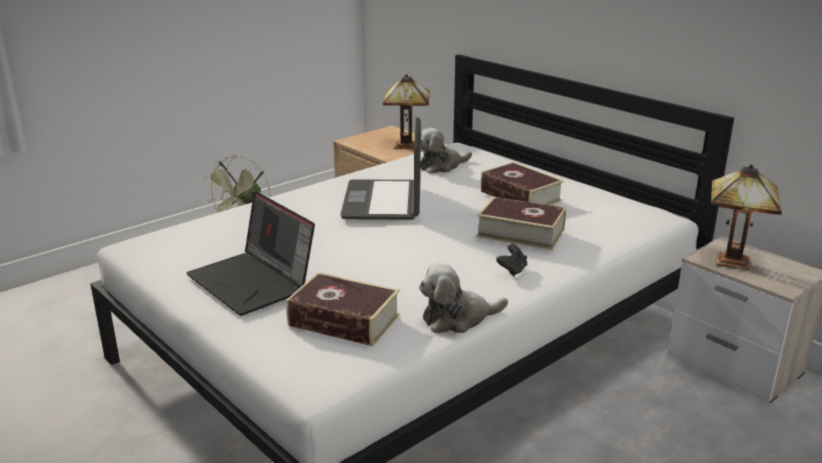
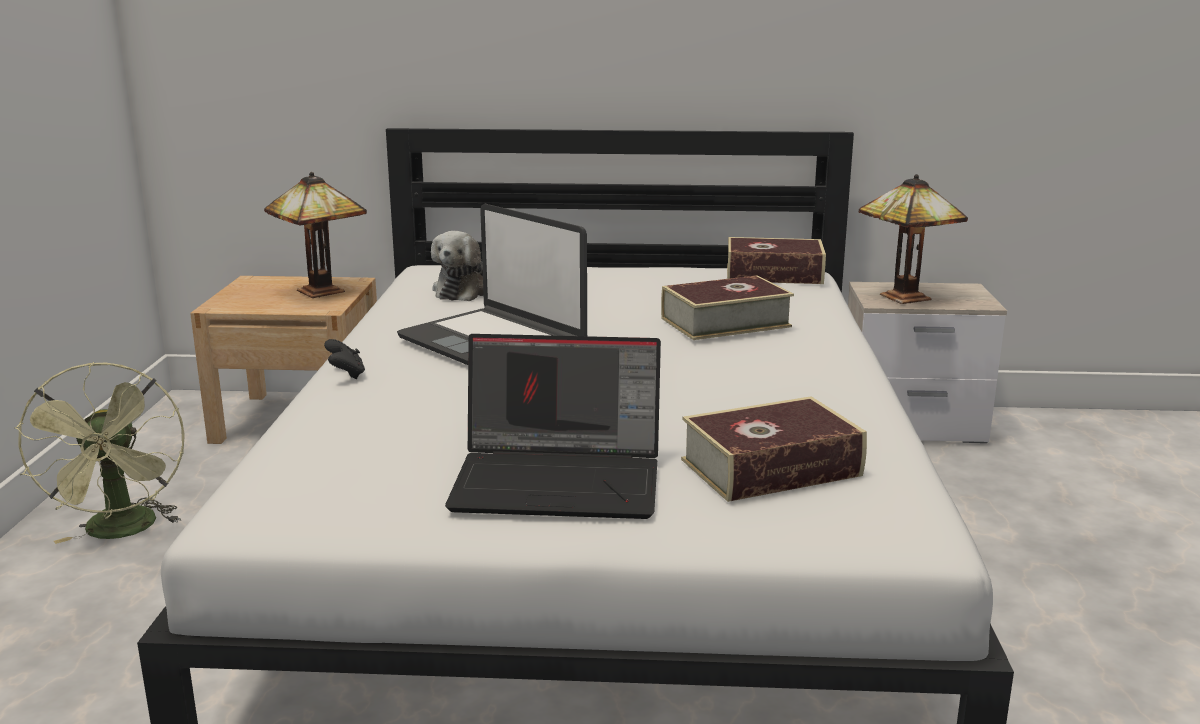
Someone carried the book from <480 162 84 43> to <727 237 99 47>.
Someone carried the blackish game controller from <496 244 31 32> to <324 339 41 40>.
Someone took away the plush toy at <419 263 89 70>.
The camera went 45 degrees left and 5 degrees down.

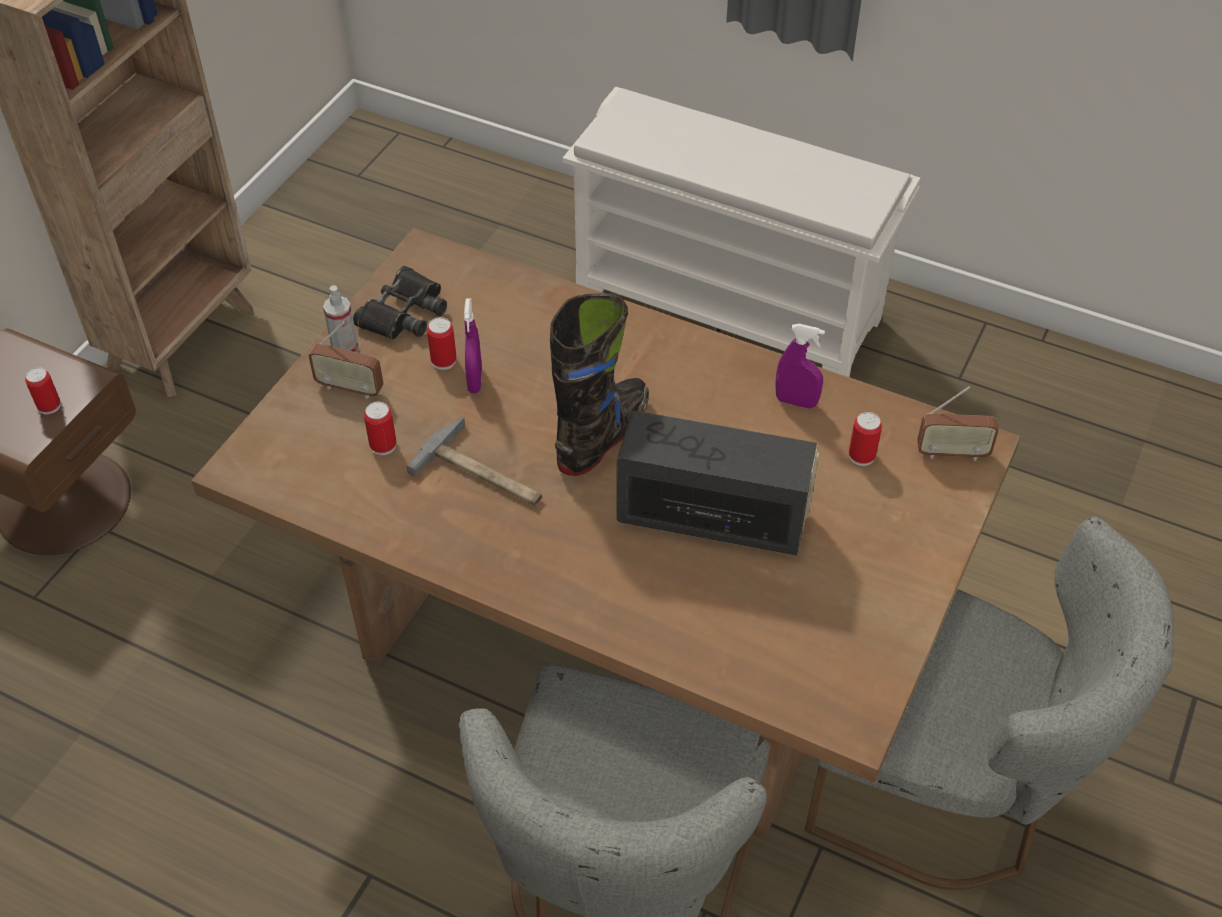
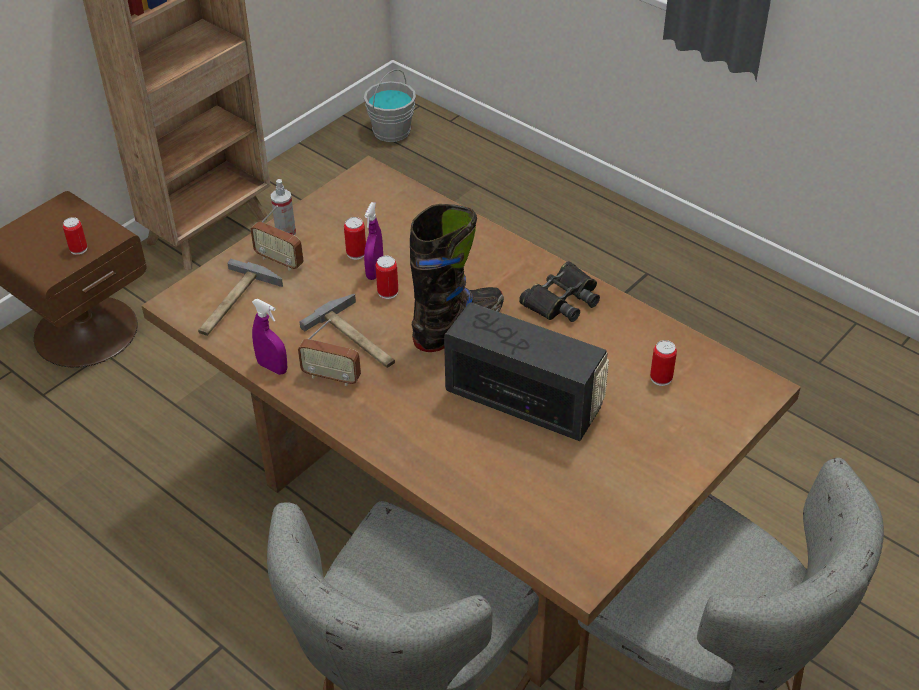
Someone took away the white shoe shelf at <563 87 357 290>.
Someone carried the blackish pair of binoculars from <353 266 94 73> to <519 261 81 61>.
Someone carried the purple spray bottle from <775 324 50 85> to <252 299 35 76>.
Someone carried the radio set from <917 386 82 75> to <298 319 63 67>.
Someone carried the can from <364 402 32 53> to <376 256 22 43>.
Someone put down the greyish pail at <364 69 52 73>.
Someone put down the hammer at <198 259 85 77>.
The camera went 15 degrees right and 5 degrees down.

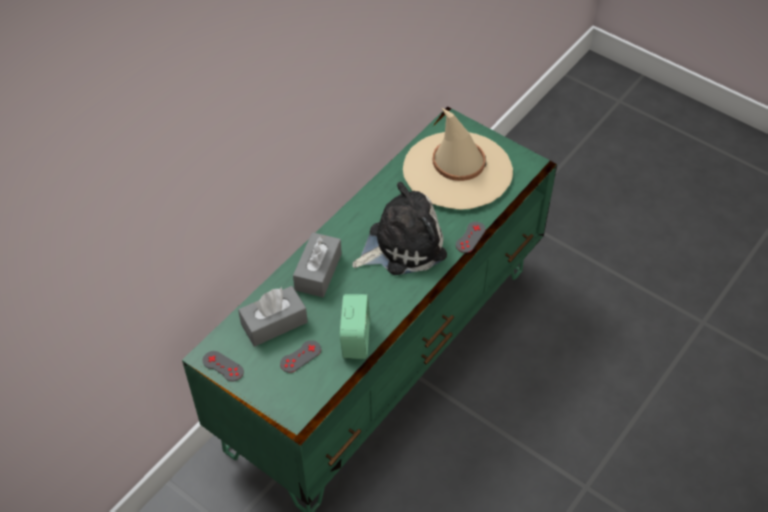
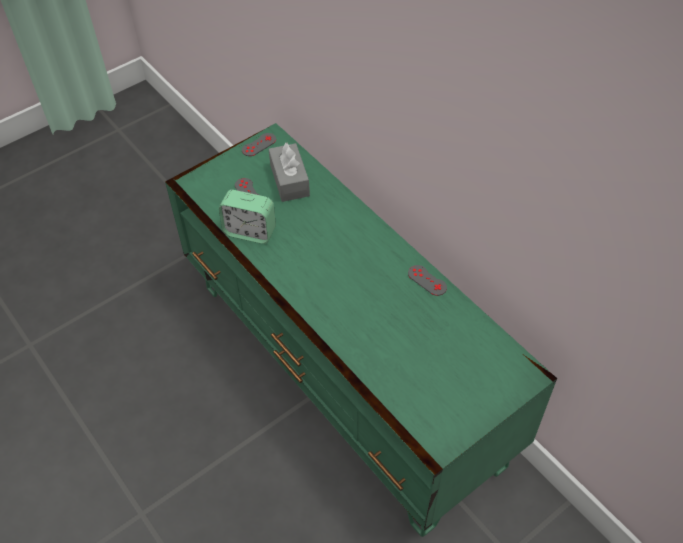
Someone took away the sand-coloured clothing hat at <403 107 110 103>.
Someone took away the plush toy at <352 182 95 93>.
Someone carried the greyish game controller from <456 222 30 31> to <408 265 39 31>.
Someone took away the greyish tissue box at <293 232 49 65>.
The camera went 105 degrees right and 0 degrees up.

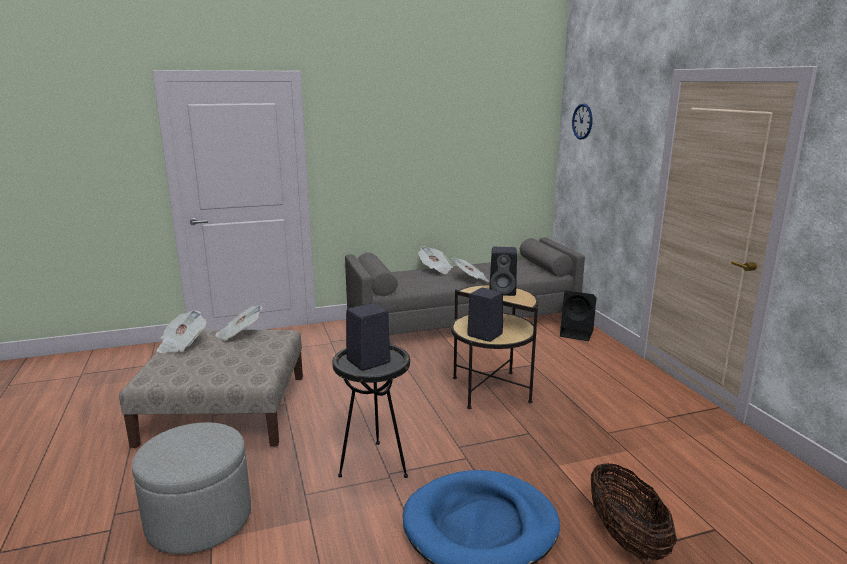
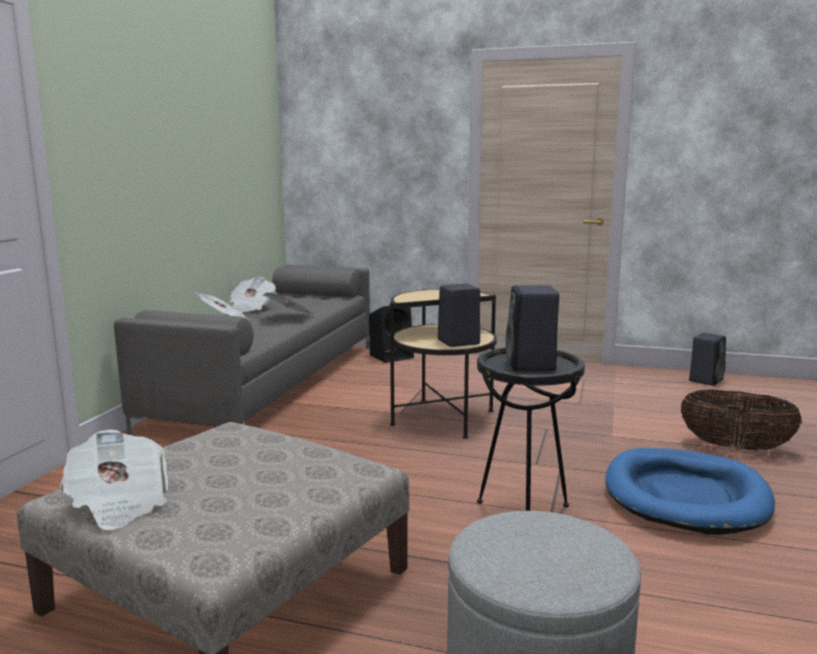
Someone took away the hanging clock at <572 103 21 37>.
Someone carried the blackish audio speaker from <489 247 28 49> to <689 333 37 53>.
Someone carried the daily paper from <215 306 48 35> to <229 277 47 35>.
The camera went 55 degrees left and 5 degrees down.

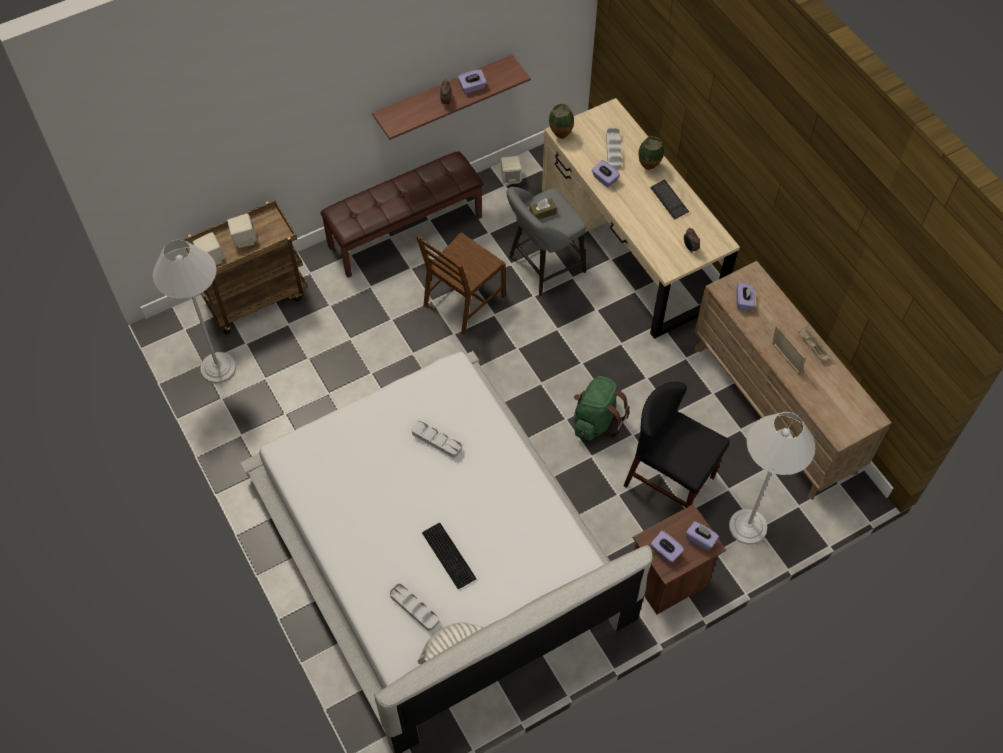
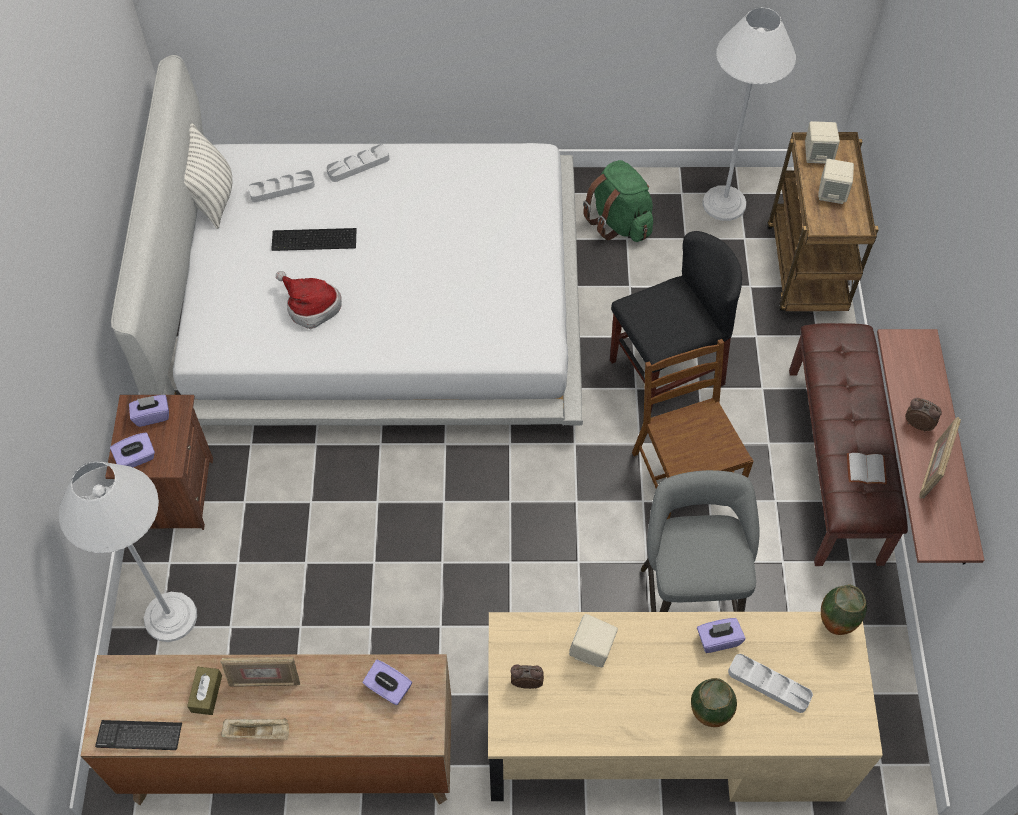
Someone swapped the purple tissue box at <458 70 29 24> for the picture frame at <919 417 42 82>.
Someone carried the sand-coloured audio speaker from <501 156 21 29> to <569 614 49 53>.
Someone carried the computer keyboard from <650 180 39 40> to <95 720 87 30>.
Someone carried the brown-coloured tissue box from <529 198 28 22> to <187 667 35 48>.
Someone carried the green-coloured knapsack from <574 376 56 65> to <583 160 70 82>.
Someone carried the blackish chair from <624 382 106 126> to <610 231 132 180>.
Someone carried the greyish serving tray from <412 421 50 37> to <326 144 63 38>.
Someone put down the clothing hat at <276 271 66 59>.
Someone put down the white book at <847 453 40 32>.
The camera went 120 degrees right and 0 degrees up.

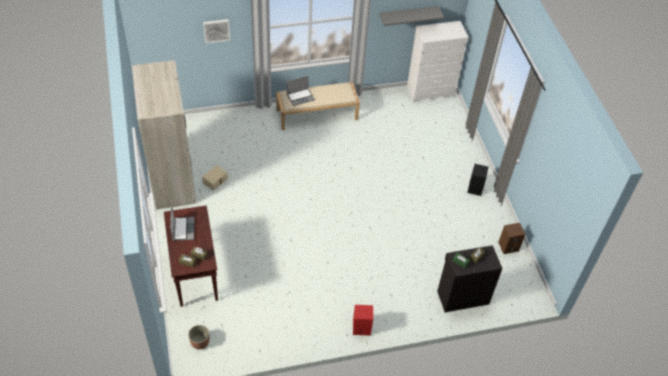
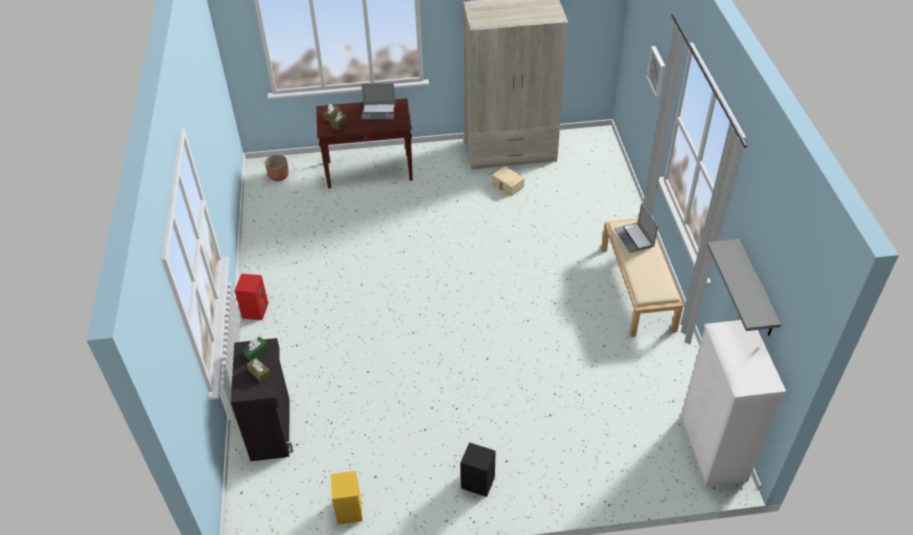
Someone repainted the brown-coloured audio speaker at <498 223 27 31>, which became the yellowish audio speaker at <331 471 32 54>.
The camera went 100 degrees right and 5 degrees down.

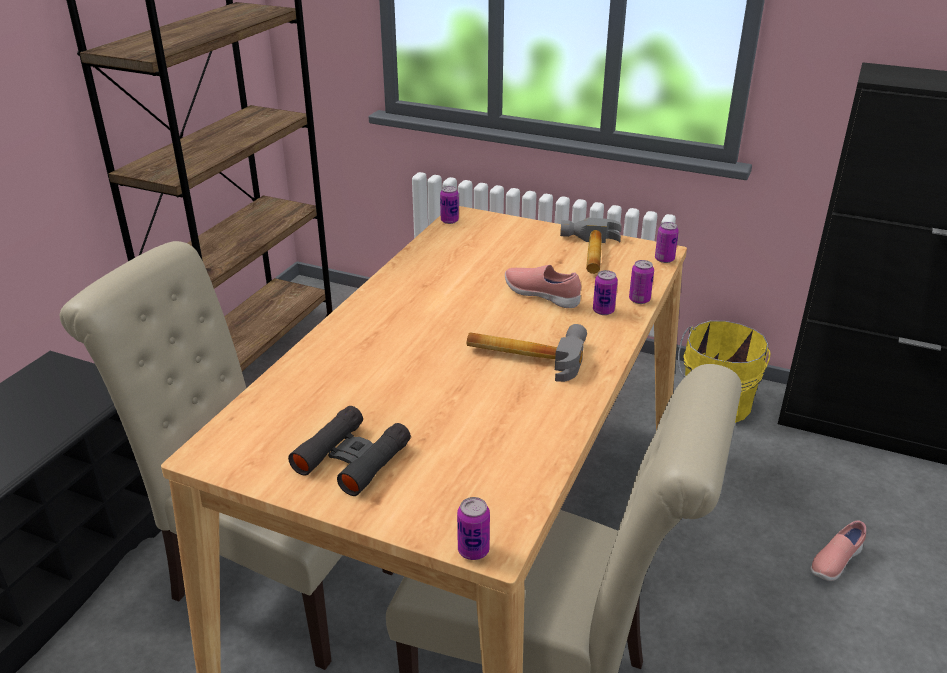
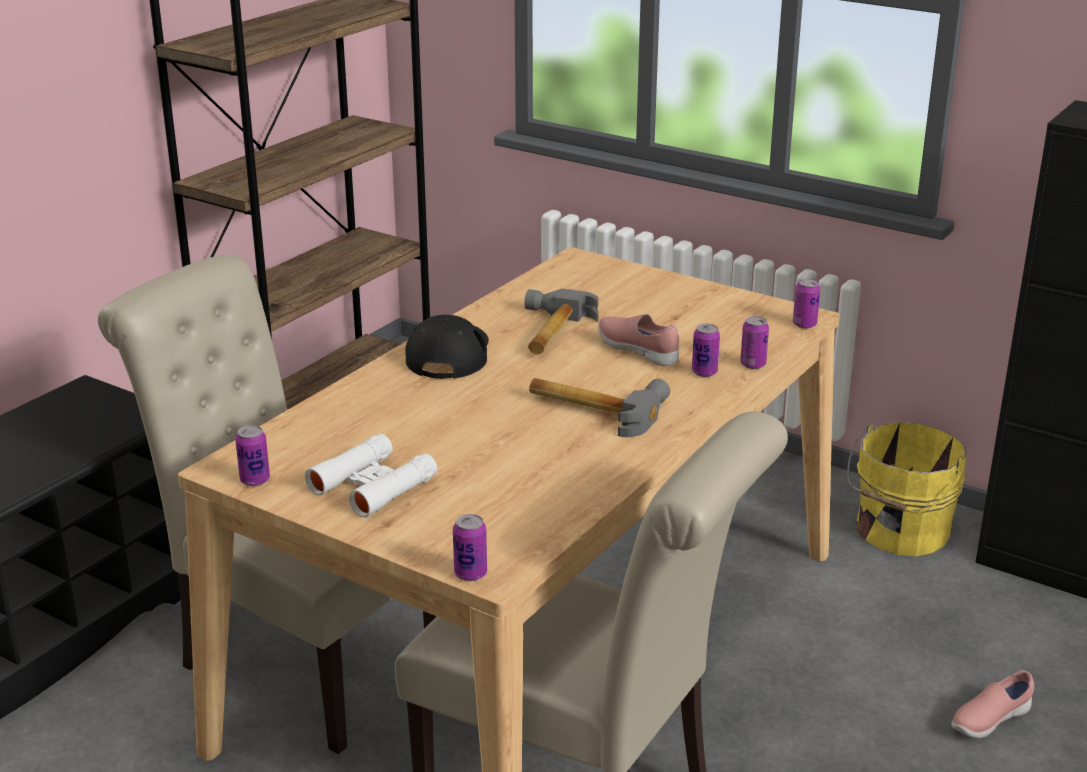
Someone carried the can from <440 186 19 38> to <235 425 35 61>.
Someone carried the hammer from <560 218 62 56> to <524 288 75 67>.
Someone repainted the blackish pair of binoculars at <288 406 123 90>, which became the white pair of binoculars at <305 434 132 83>.
Someone put down the blackish cap at <405 315 84 64>.
The camera went 10 degrees right and 5 degrees down.

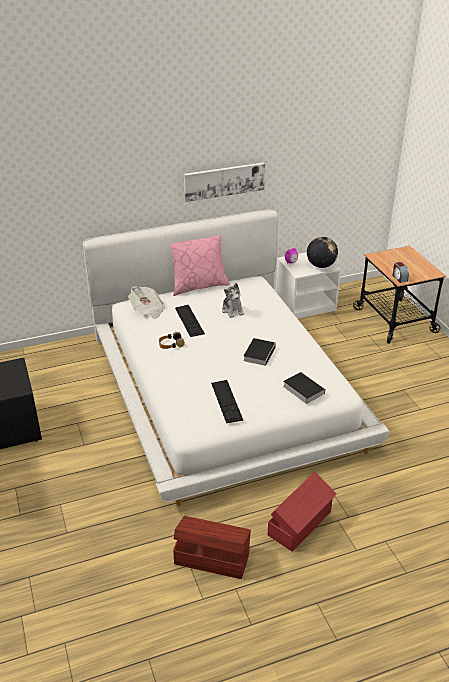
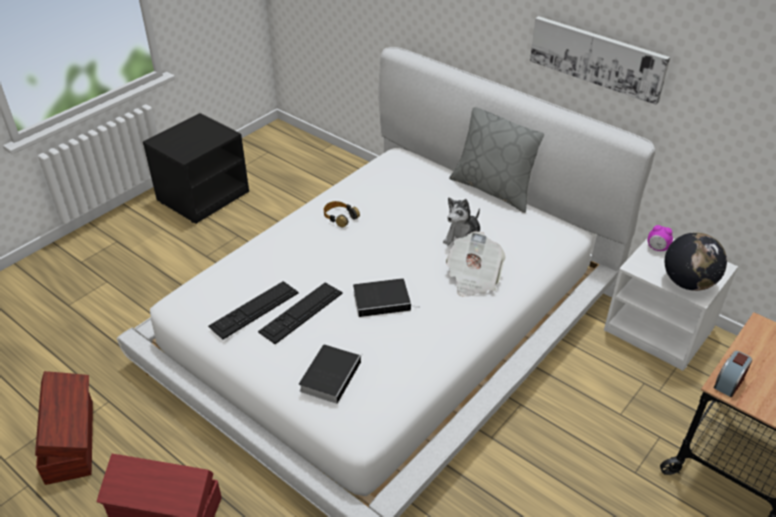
Someone repainted the pinkish cushion at <171 235 59 61>, which became the greyish cushion at <449 107 95 106>.
Someone carried the daily paper from <128 286 37 33> to <446 231 60 66>.
Someone carried the computer keyboard from <175 305 30 32> to <258 283 85 61>.
The camera went 60 degrees right and 5 degrees up.

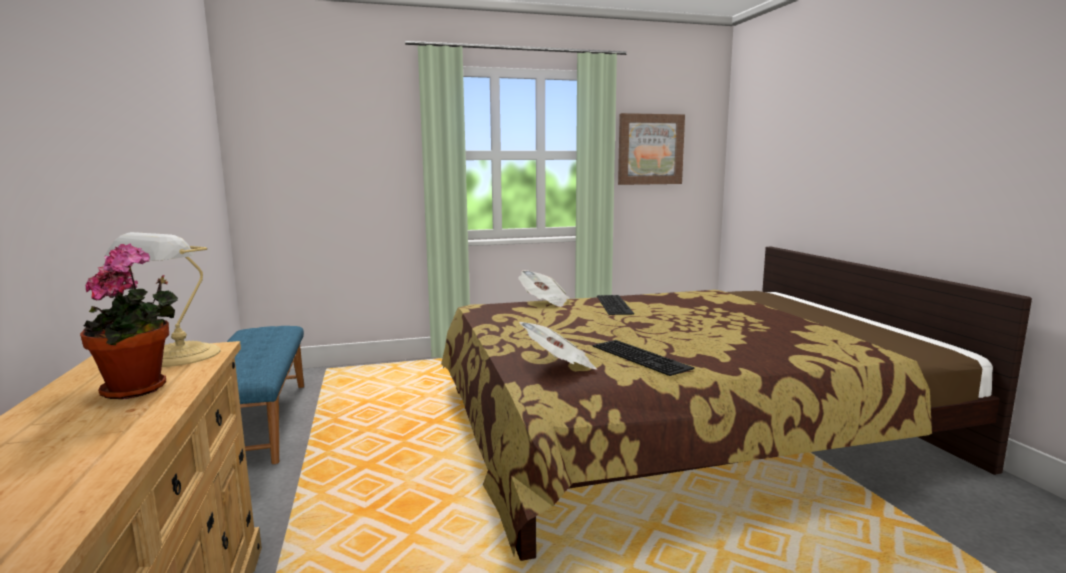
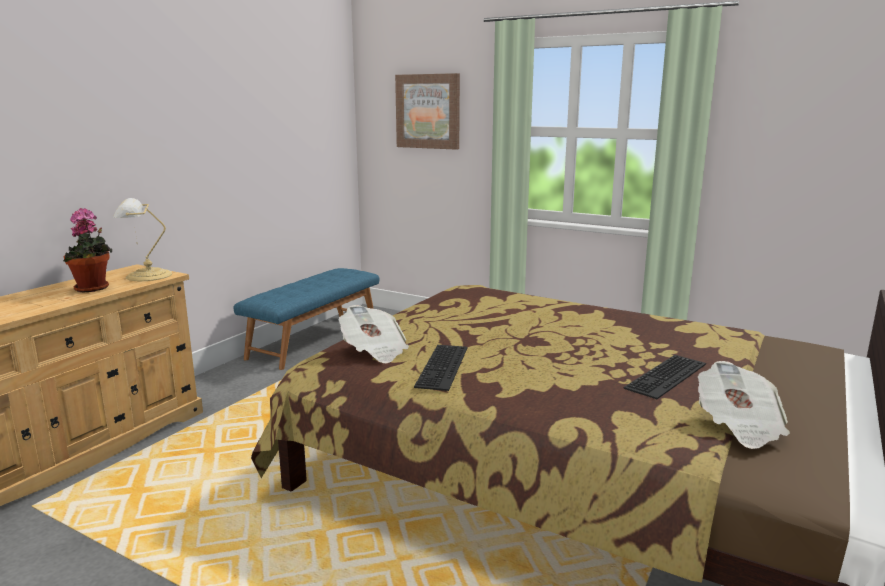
Someone carried the wall picture from <618 113 67 72> to <395 73 65 77>.
Someone carried the daily paper from <518 270 52 37> to <698 361 92 88>.
Someone carried the computer keyboard from <597 295 37 20> to <623 355 83 44>.
The camera went 45 degrees right and 5 degrees up.

